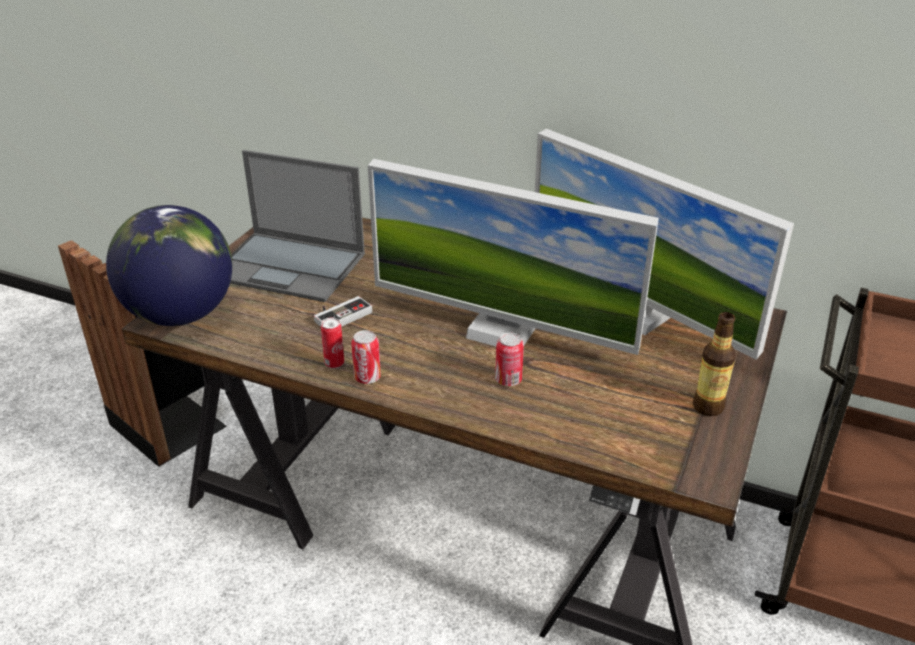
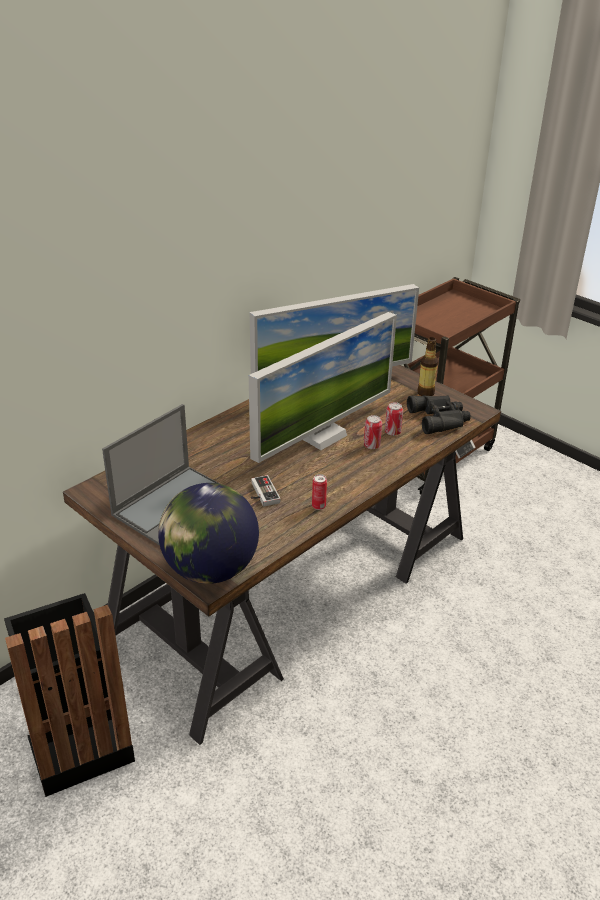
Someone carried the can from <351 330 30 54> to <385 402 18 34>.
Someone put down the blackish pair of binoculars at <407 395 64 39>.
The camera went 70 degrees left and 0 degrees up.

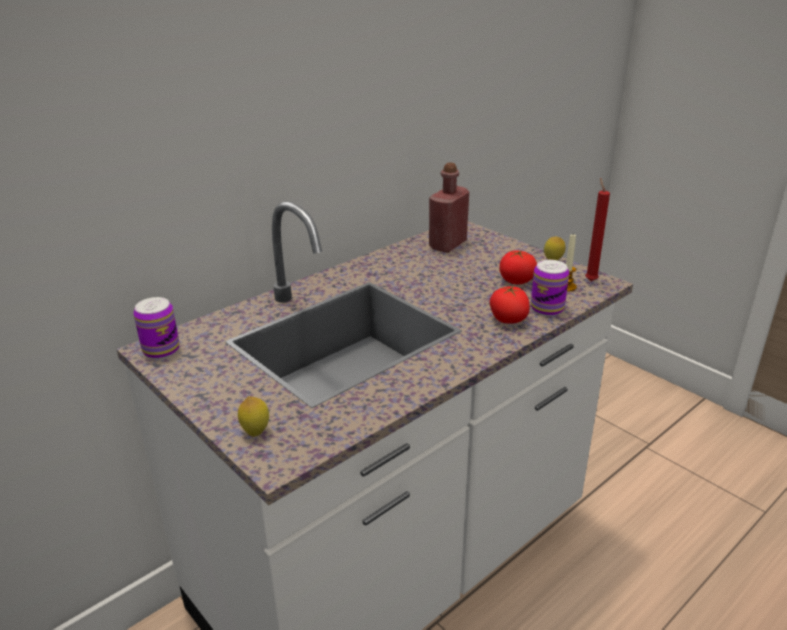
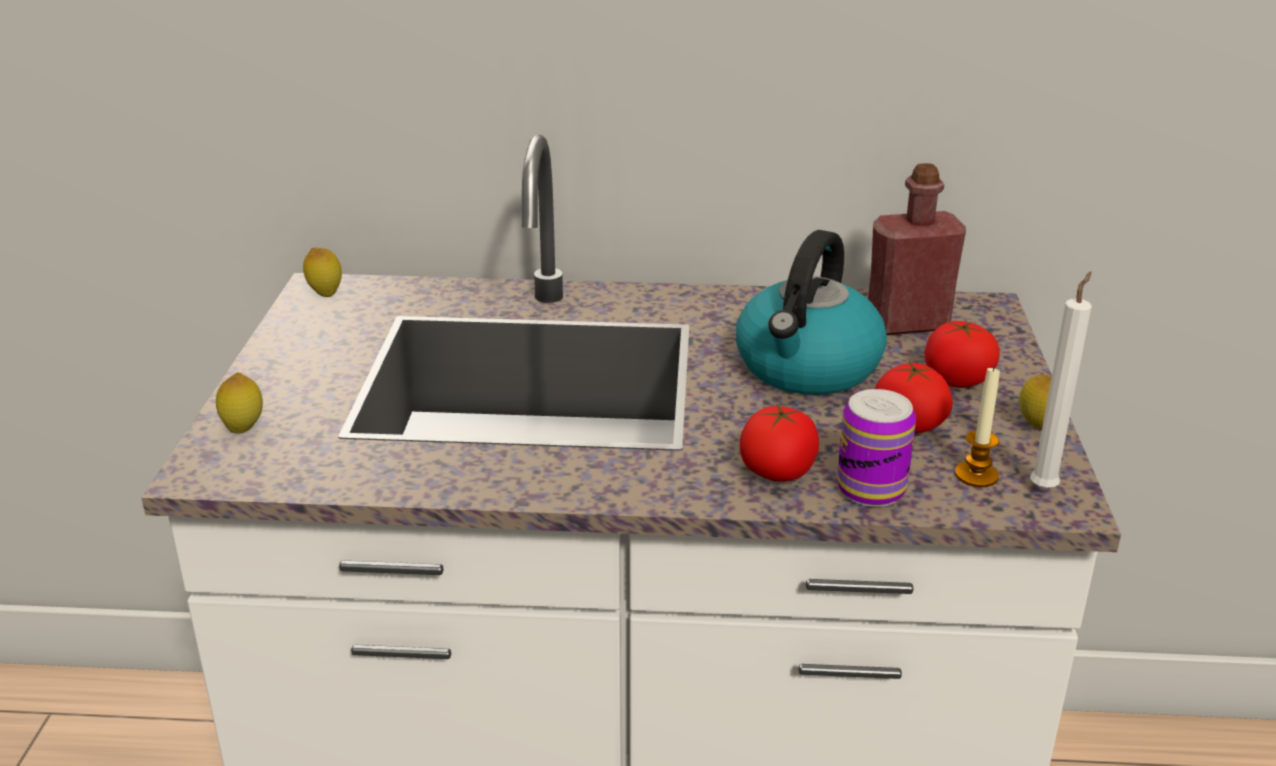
Someone repainted the red-coloured wax candle at <585 178 25 103>, which became the white wax candle at <1030 272 62 218>.
Someone swapped the can at <133 297 46 62> for the citrus fruit at <303 247 39 50>.
Someone put down the tea kettle at <736 230 151 165>.
Someone put down the fresh tomato at <925 321 75 67>.
The camera went 45 degrees right and 0 degrees up.

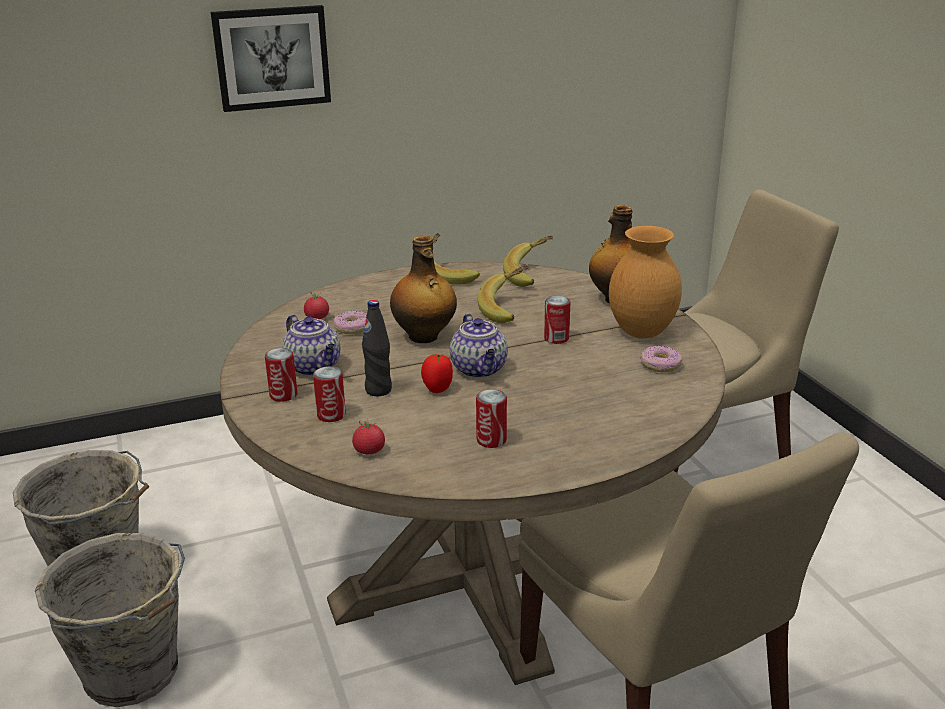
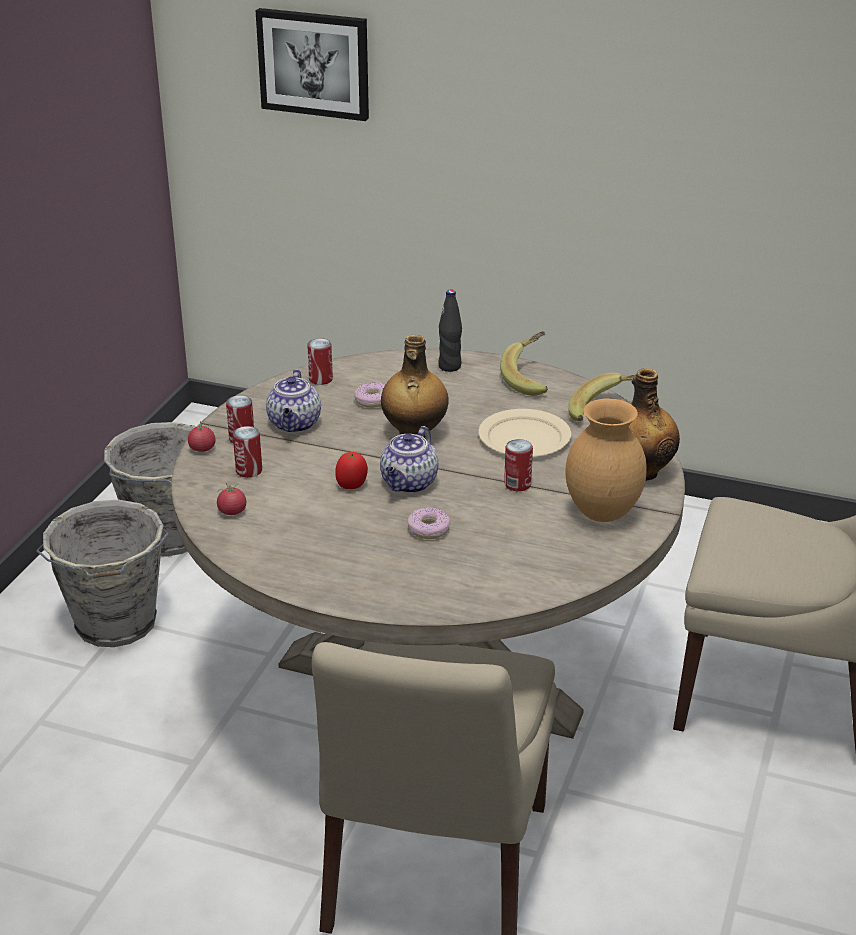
Someone carried the wall picture from <211 5 120 107> to <255 8 114 113>.
Someone swapped the whole banana at <478 265 51 58> for the sand-coloured plate at <478 409 93 48>.
Someone carried the fresh tomato from <304 293 25 26> to <188 421 27 31>.
Someone carried the blackish beverage bottle from <362 300 30 96> to <438 290 24 82>.
Someone carried the donut from <640 345 43 27> to <407 507 43 32>.
Someone carried the can from <476 389 31 59> to <307 338 26 47>.
The camera went 40 degrees right and 5 degrees up.

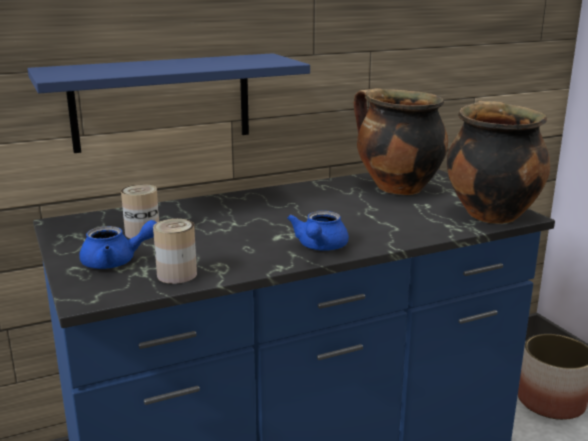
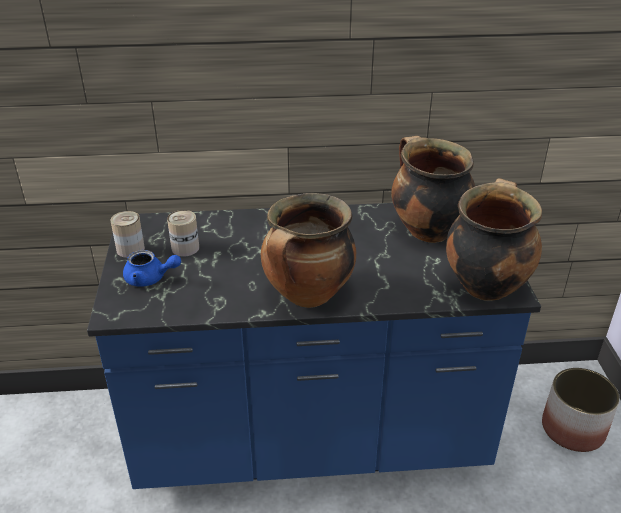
Someone took away the blue wall shelf at <28 53 282 100>.
Someone swapped the blue tea pot at <287 211 62 40> for the cooking pot at <261 193 95 115>.
Someone carried the can from <153 219 44 65> to <110 211 35 47>.
The camera went 20 degrees right and 15 degrees up.

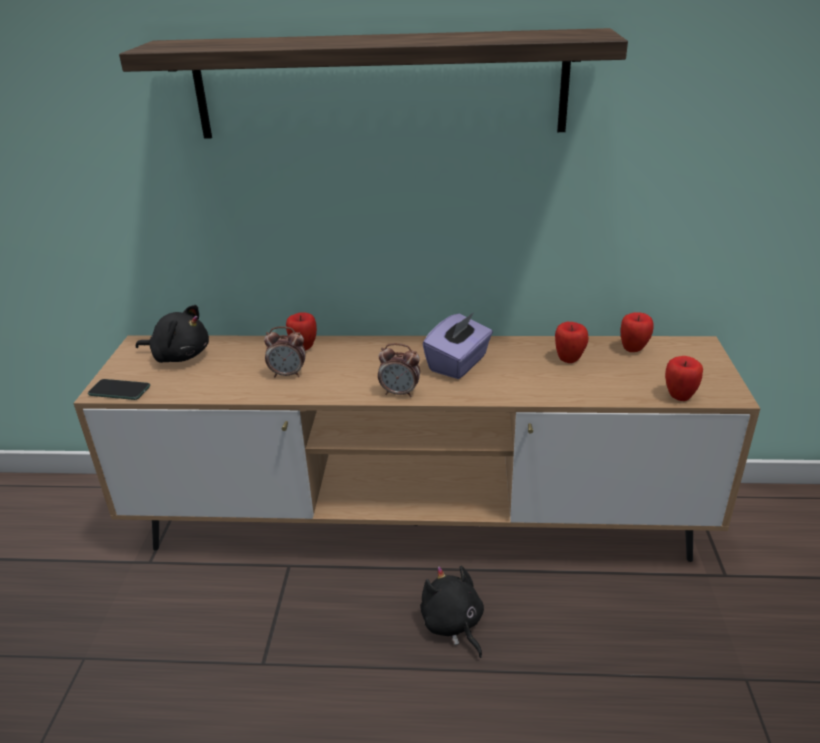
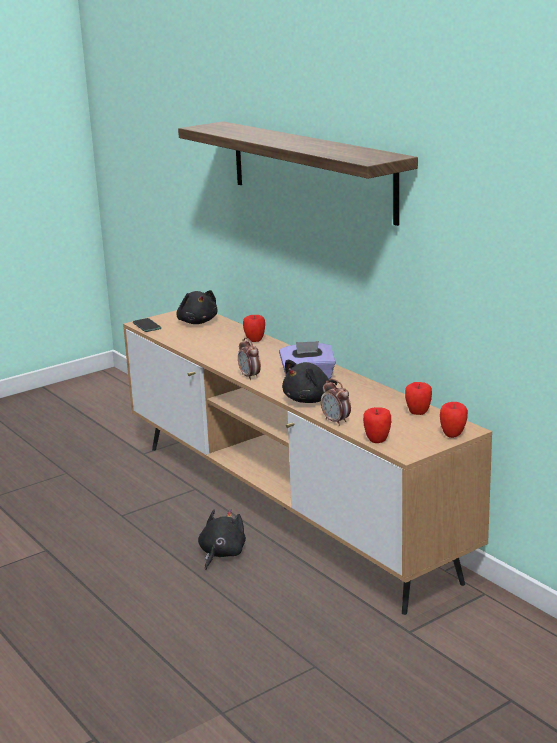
Someone carried the apple fruit from <555 322 34 41> to <440 402 28 36>.
Someone carried the alarm clock from <264 326 42 51> to <321 379 30 47>.
Someone put down the blackish plush toy at <282 360 55 43>.
The camera went 50 degrees right and 10 degrees down.

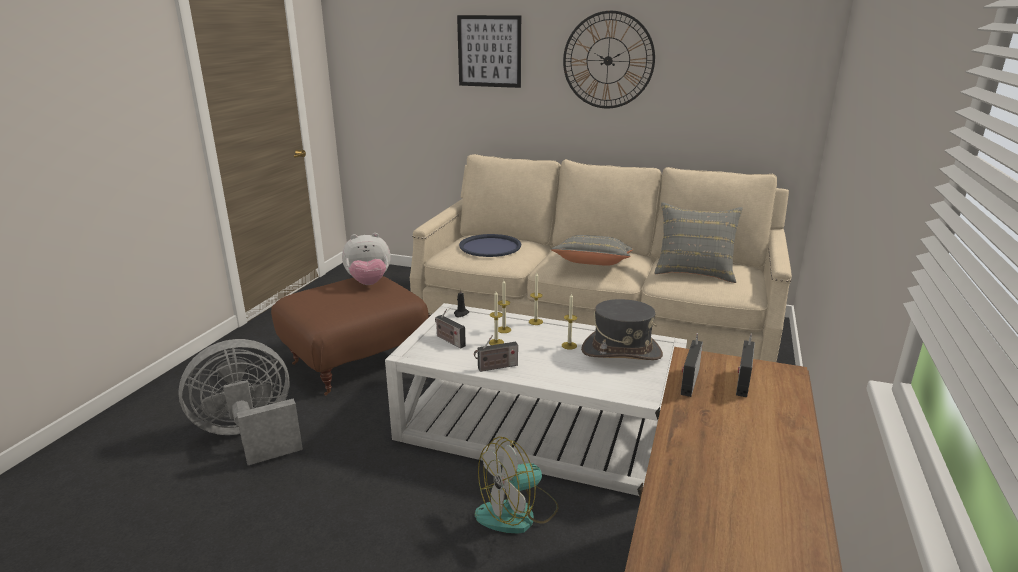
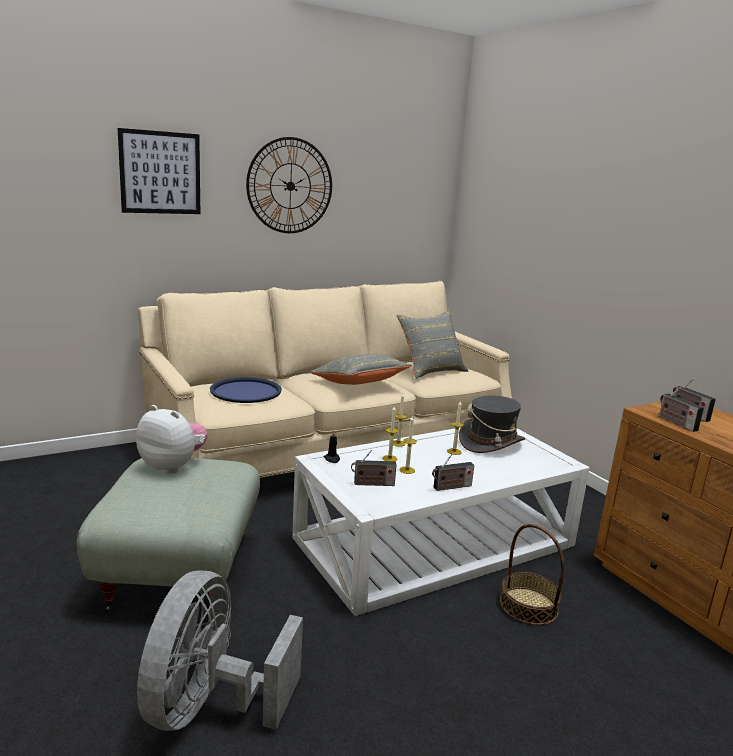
Someone rotated the plush toy at <342 233 48 52> by 90 degrees counterclockwise.
Someone repainted the brown-coloured pouffe at <271 276 158 120>, which became the greyish pouffe at <77 458 183 154>.
Someone rotated the radio set at <474 335 44 37> by 45 degrees clockwise.
Someone swapped the cooling fan at <475 437 83 97> for the basket at <500 524 65 101>.
The camera went 50 degrees left and 5 degrees down.

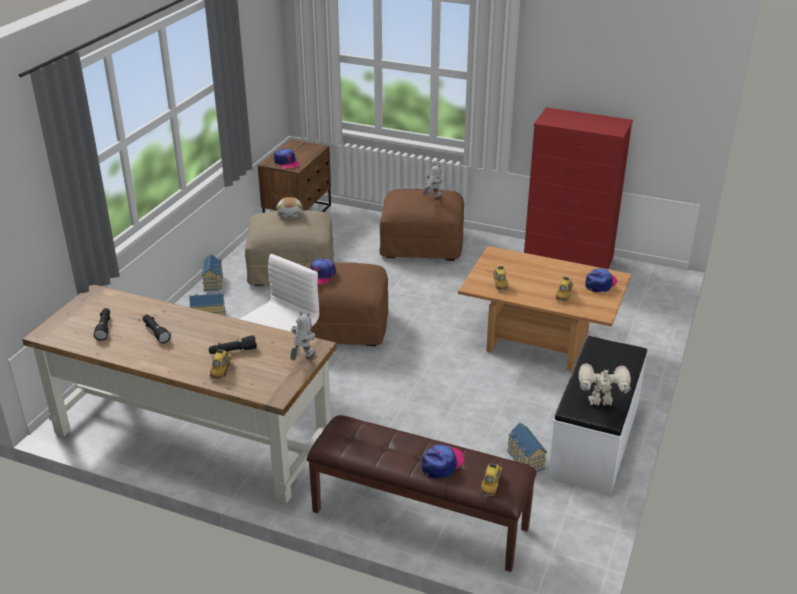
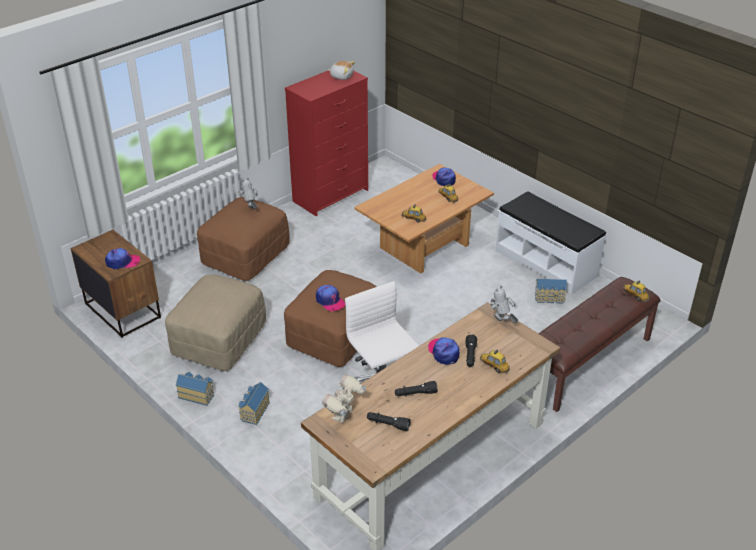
Someone carried the plush toy from <276 197 27 21> to <328 61 27 19>.
Someone carried the model robot from <579 363 52 43> to <322 375 44 48>.
Someone carried the cap from <422 445 43 34> to <428 337 32 28>.
The camera went 65 degrees left and 5 degrees up.

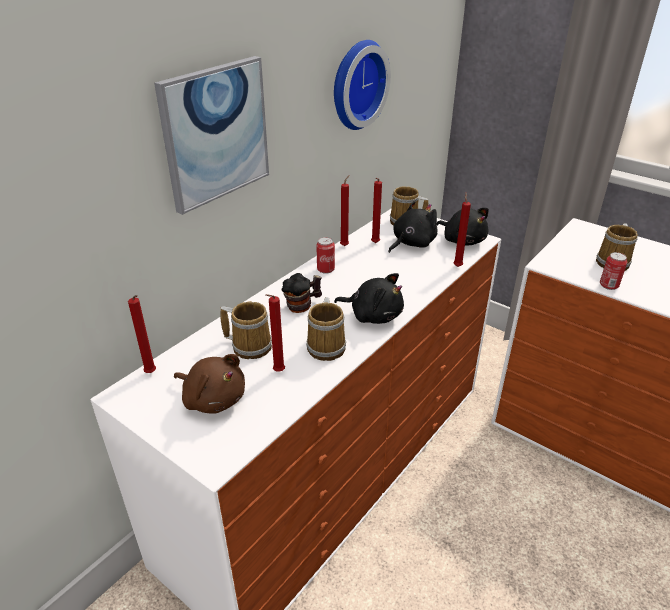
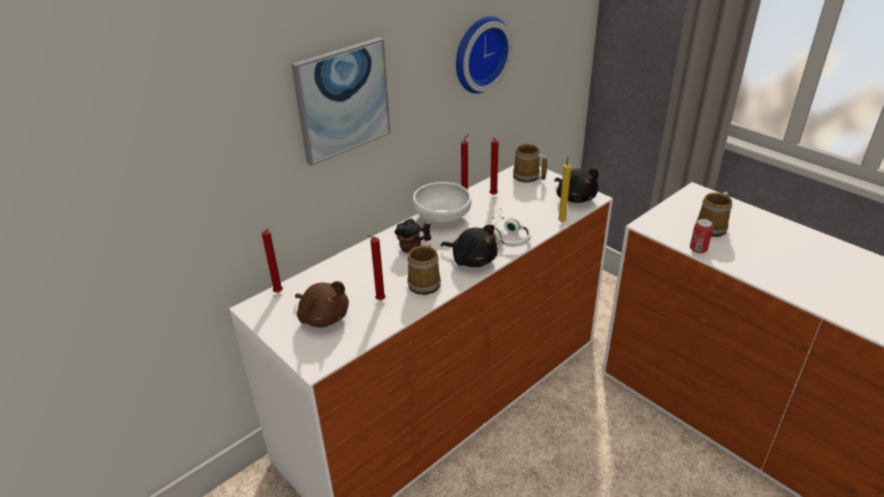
Someone repainted the red-coloured wax candle at <454 193 17 74>, which became the yellowish wax candle at <558 156 13 66>.
Someone took away the blackish plush toy at <388 201 49 52>.
Someone swapped the can at <316 237 19 37> for the white serving bowl at <413 182 58 41>.
Someone took away the coffee mug at <220 301 52 58>.
Someone put down the white pair of headphones at <492 208 39 39>.
The camera went 10 degrees right and 0 degrees up.

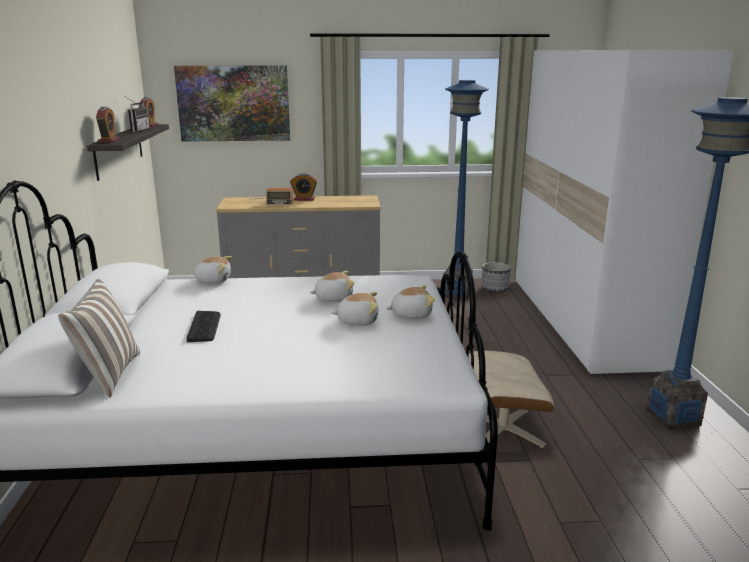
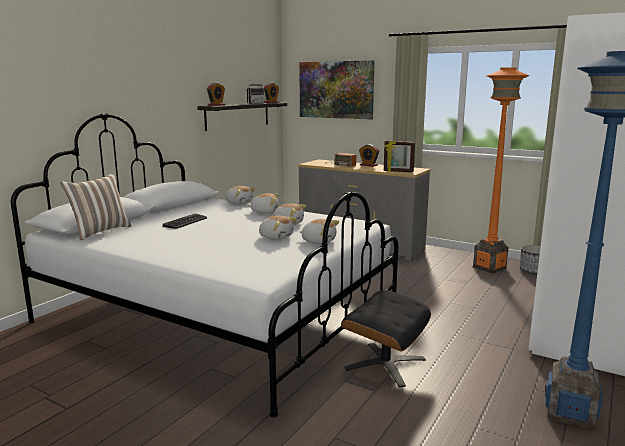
Someone repainted the blue floor lamp at <443 80 46 220>, which became the orange-coloured floor lamp at <473 67 57 207>.
Someone repainted the sand-coloured pouffe at <468 350 86 98>, which became the blackish pouffe at <341 290 90 98>.
Someone put down the picture frame at <384 141 31 31>.
Someone put down the plush toy at <248 193 31 21>.
The camera went 35 degrees right and 5 degrees down.

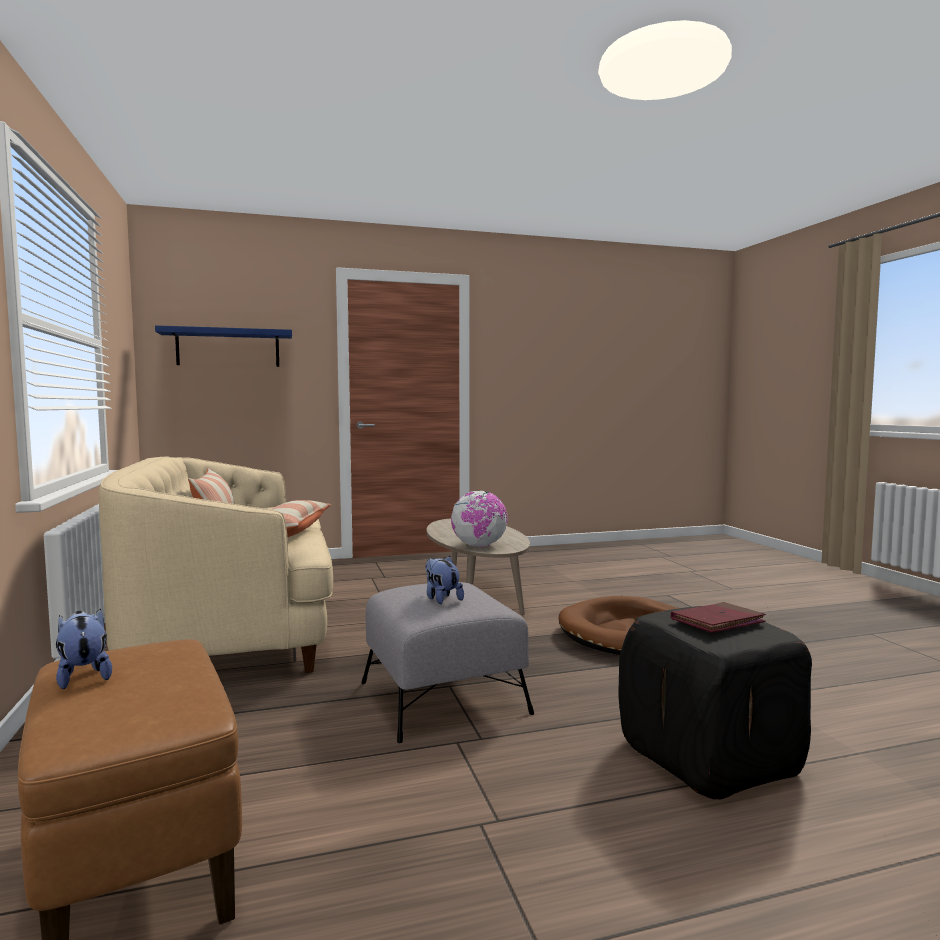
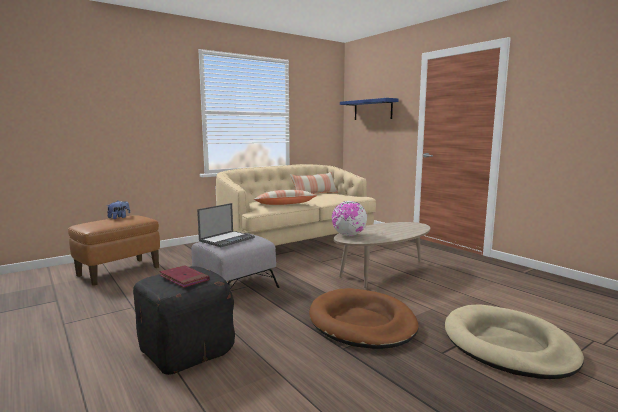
Someone swapped the plush toy at <425 556 39 48> for the notebook computer at <197 203 58 44>.
Someone put down the sand-coloured dog cushion at <445 304 139 75>.
The camera went 70 degrees right and 5 degrees up.

